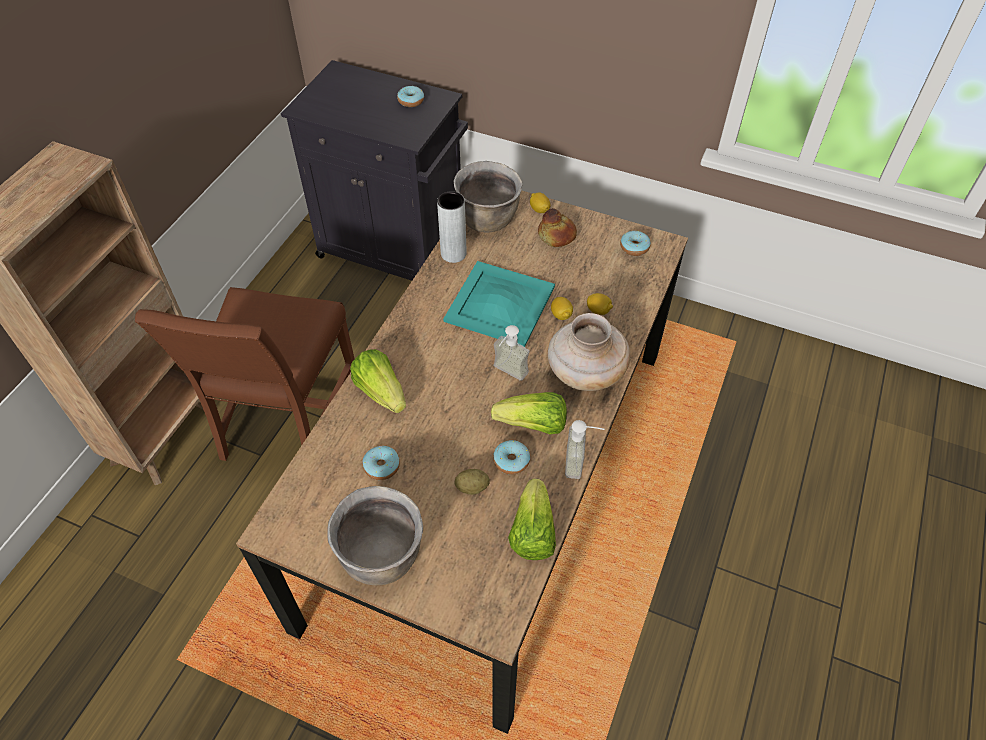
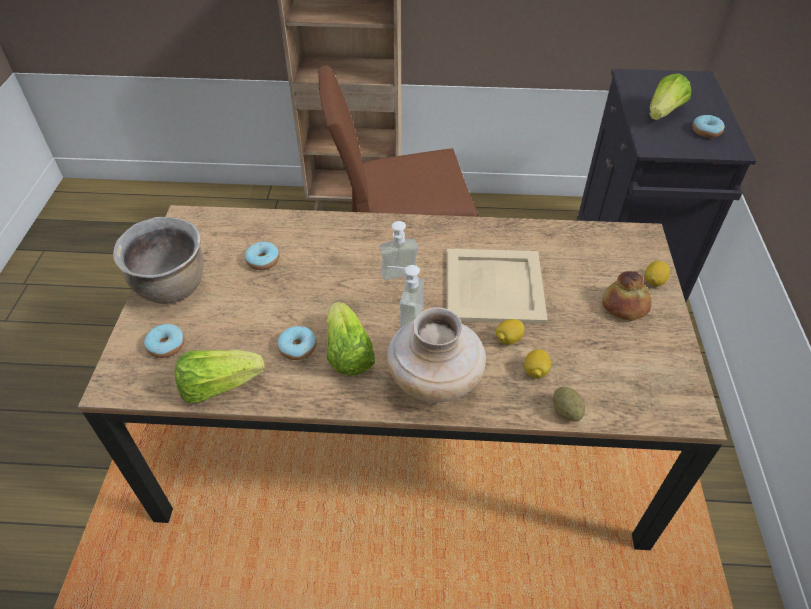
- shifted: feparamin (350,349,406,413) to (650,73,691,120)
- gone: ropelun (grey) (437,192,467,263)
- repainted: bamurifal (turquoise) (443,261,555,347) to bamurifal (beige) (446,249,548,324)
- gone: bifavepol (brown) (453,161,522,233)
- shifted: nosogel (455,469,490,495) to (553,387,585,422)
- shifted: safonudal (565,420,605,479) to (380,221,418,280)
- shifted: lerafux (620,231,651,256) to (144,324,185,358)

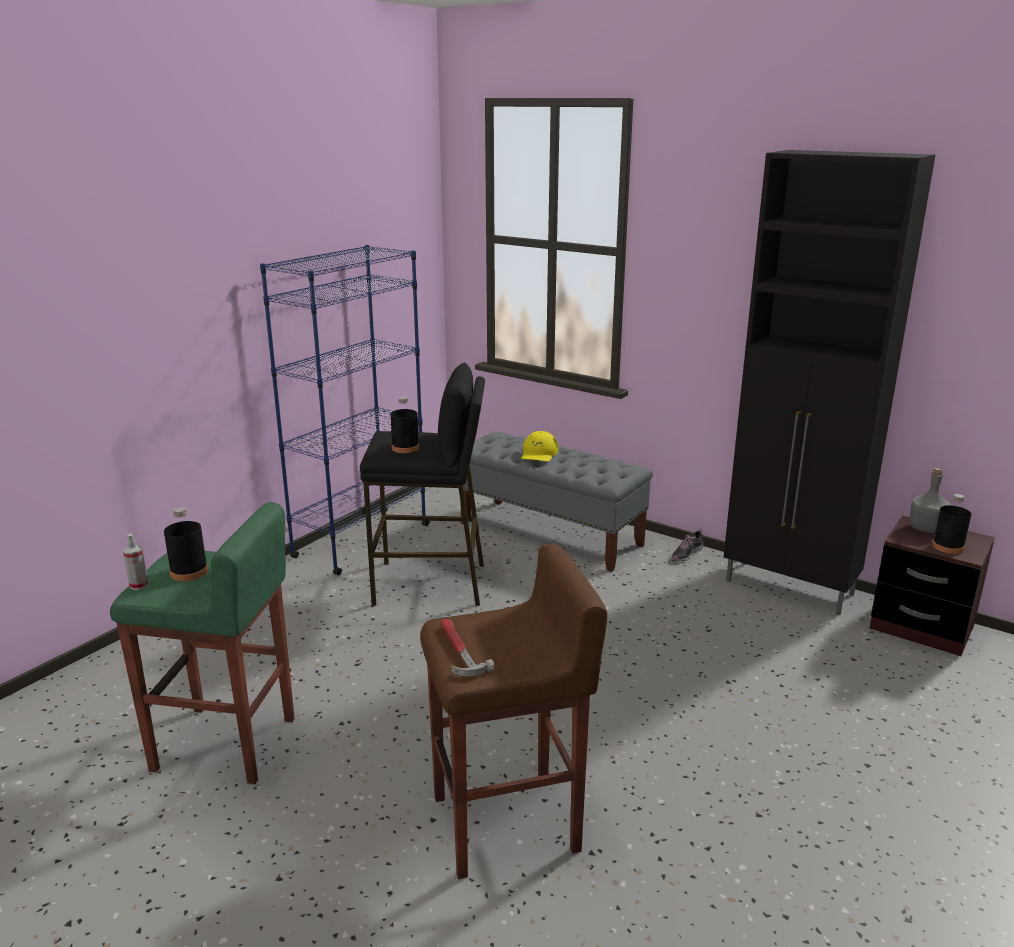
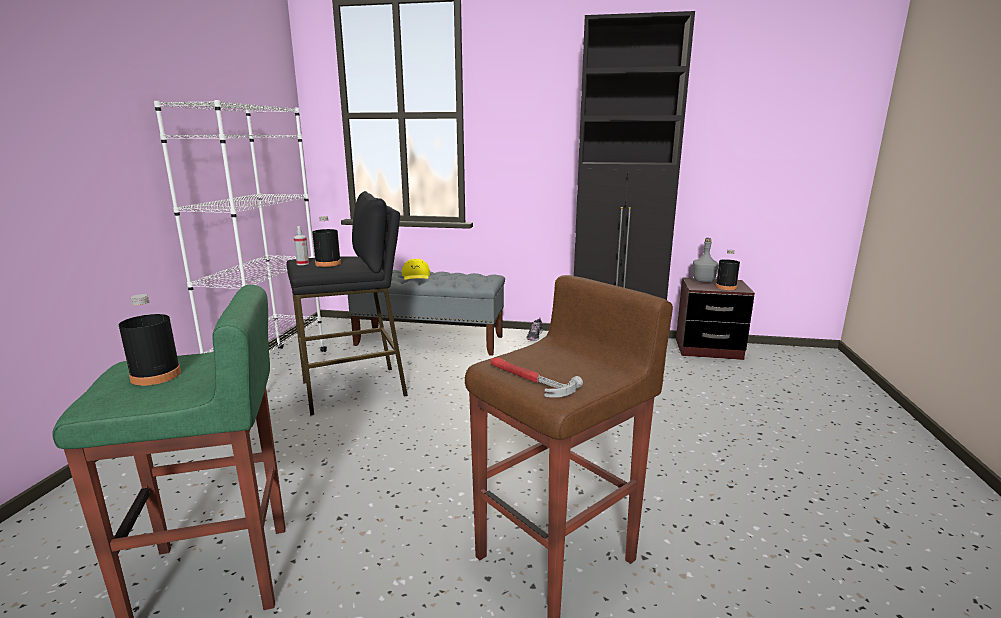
- shifted: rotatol (123,533,148,590) to (294,226,309,265)
- repainted: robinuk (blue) (260,245,430,575) to robinuk (white) (154,100,327,354)

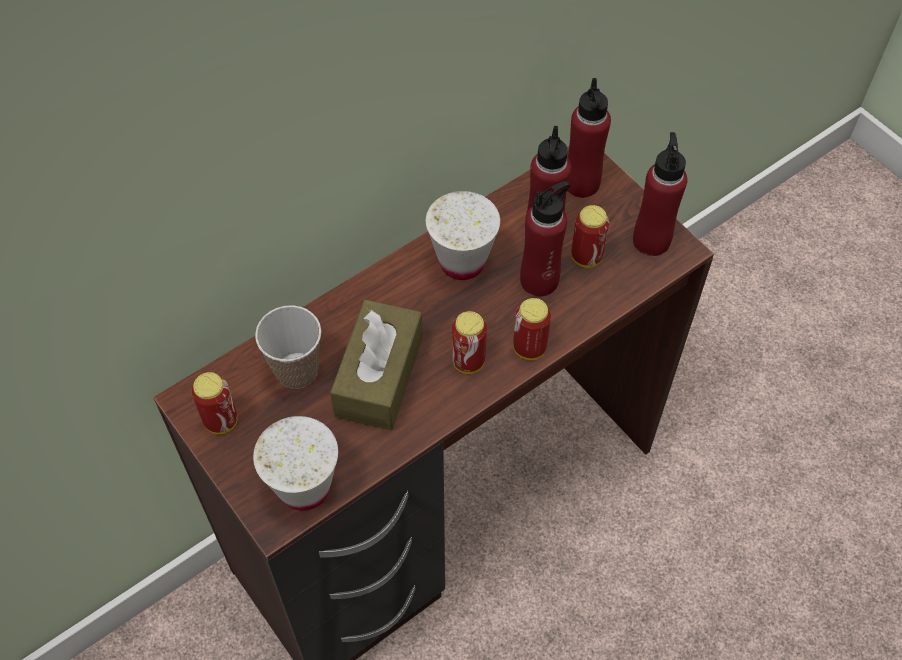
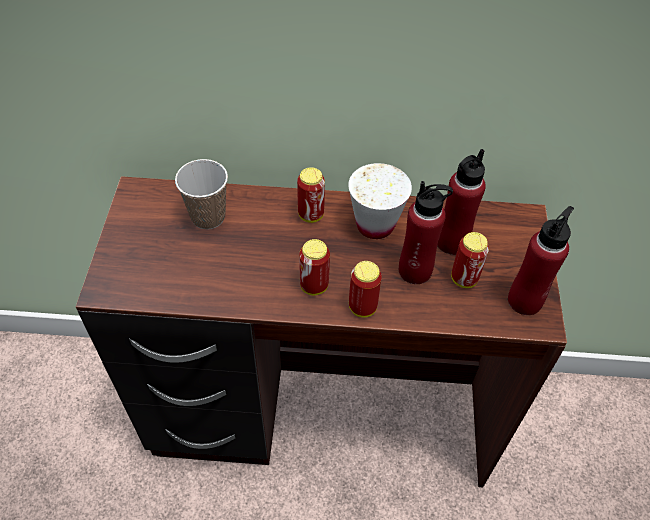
- shifted: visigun (191,372,237,434) to (297,167,325,223)
- gone: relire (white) (253,416,338,511)
- gone: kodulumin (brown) (330,299,423,431)
- gone: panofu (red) (567,78,611,198)

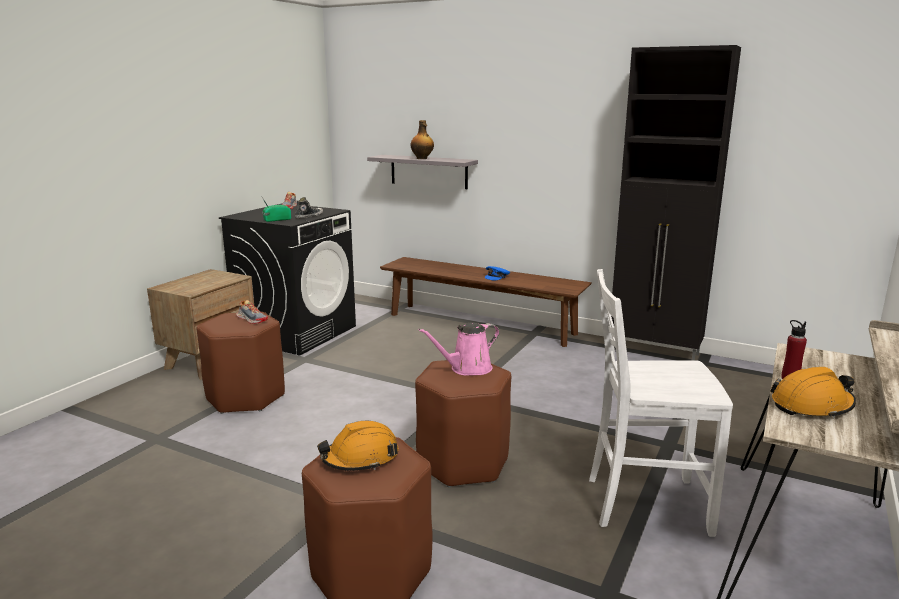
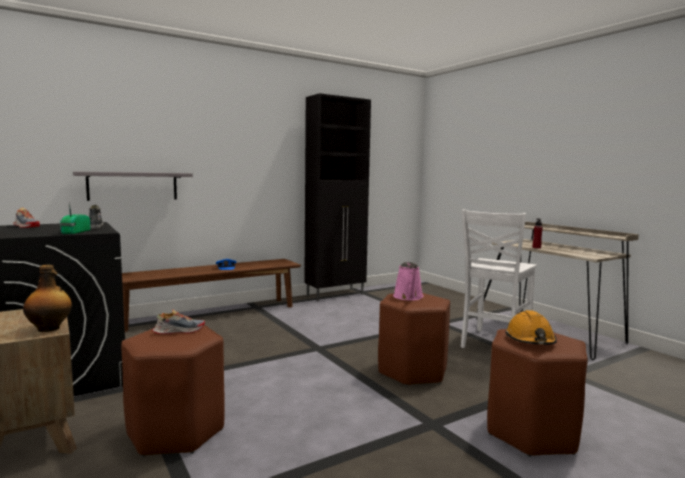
- shifted: panofu (410,120,434,159) to (23,265,72,332)
- gone: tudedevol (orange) (770,367,856,419)

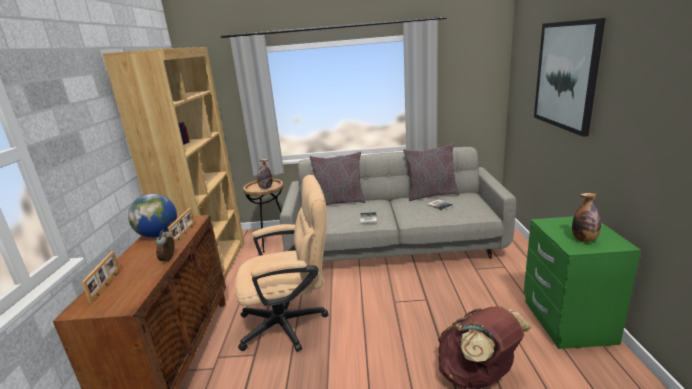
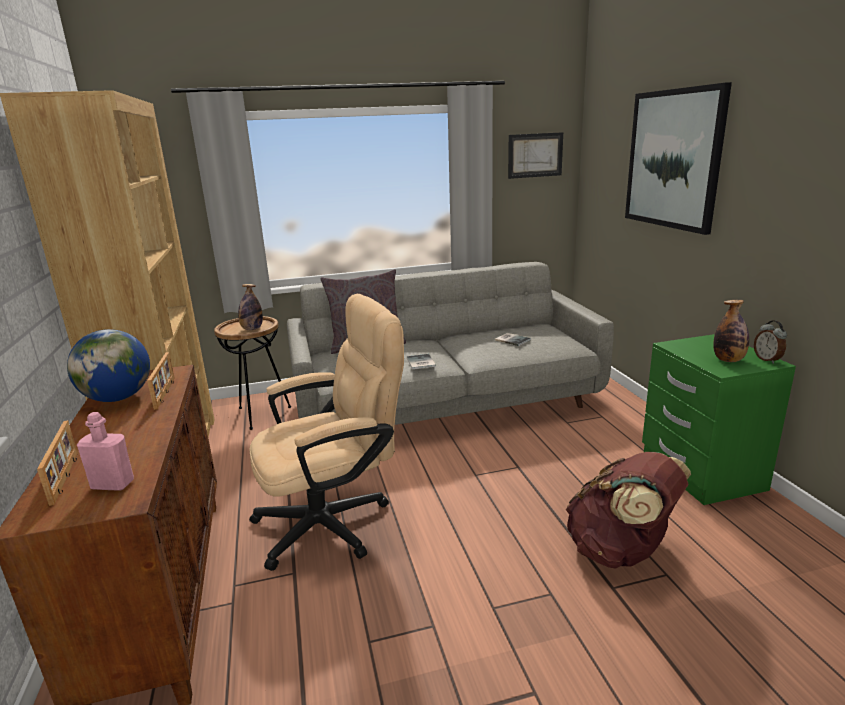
- shifted: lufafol (155,229,175,264) to (754,320,787,364)
- gone: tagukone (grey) (403,143,460,201)
- new: panofu (pink) (77,412,134,491)
- new: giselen (508,132,563,179)

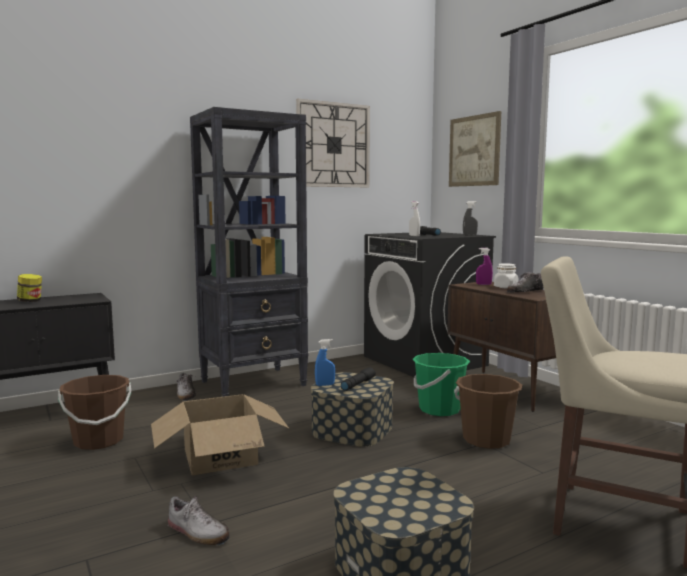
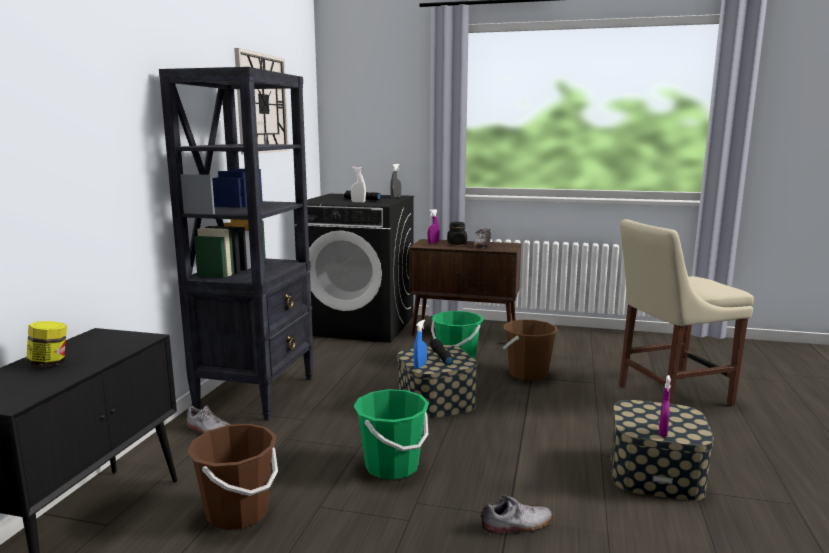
- swapped: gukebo (151,394,289,475) to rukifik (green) (353,389,429,480)
- gone: giselen (449,111,501,187)
- repainted: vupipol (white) (494,263,518,288) to vupipol (black) (447,222,467,245)
- new: rotatol (purple) (659,375,671,437)

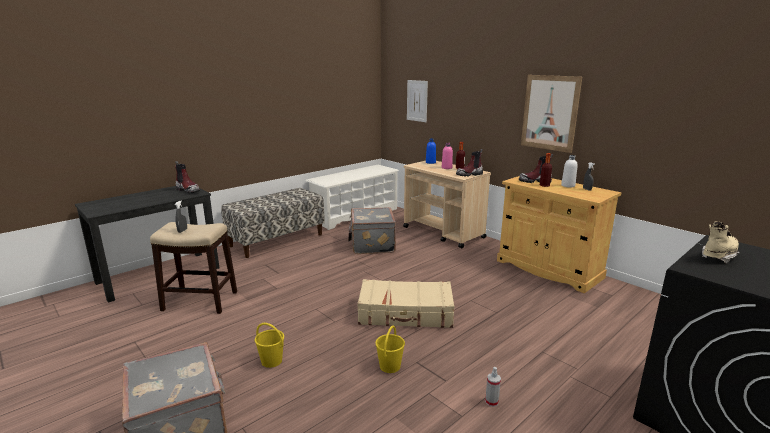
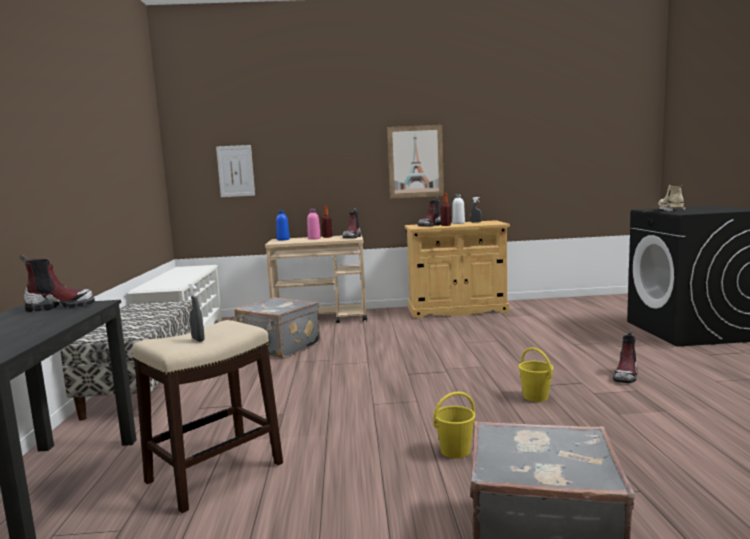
- gone: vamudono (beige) (357,279,454,328)
- swapped: rotatol (485,367,501,407) to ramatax (613,330,638,383)

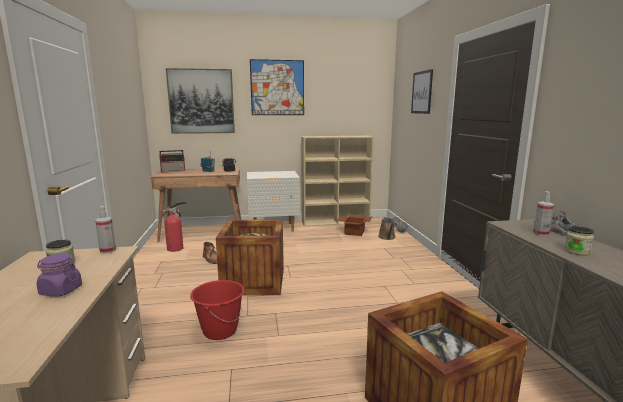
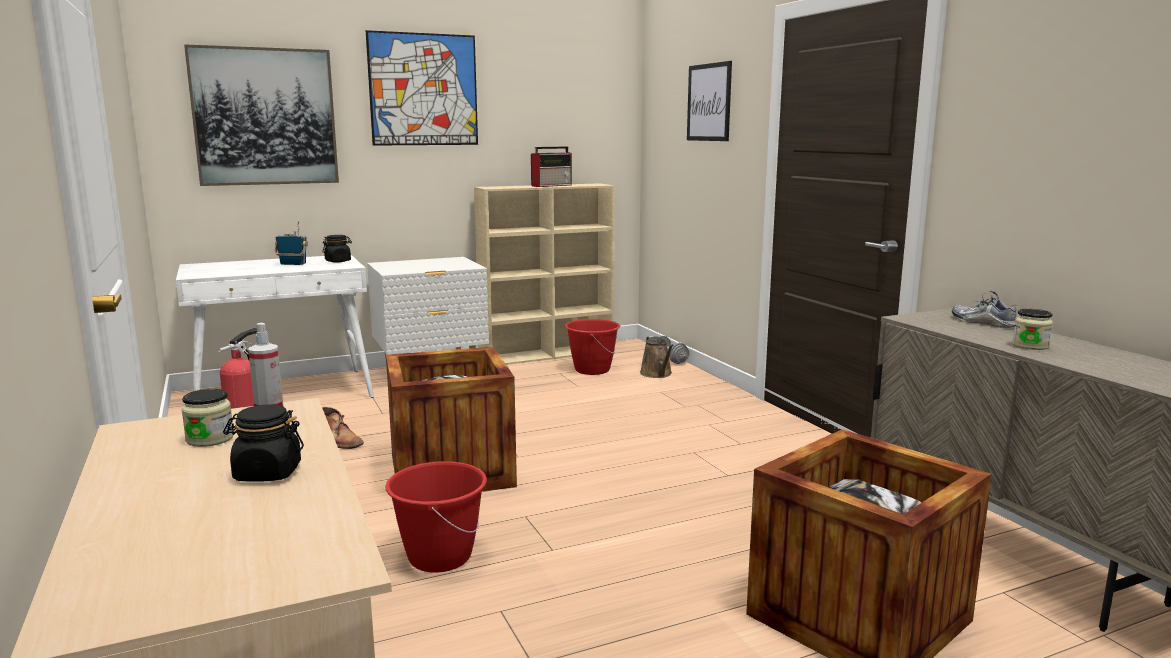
- repainted: vupipol (purple) (36,254,82,297) to vupipol (black) (223,404,304,482)
- repainted: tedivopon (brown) (151,168,241,242) to tedivopon (white) (176,255,374,398)
- shifted: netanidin (159,150,185,173) to (531,146,572,187)
- swapped: gukebo (337,214,373,236) to rukifik (red) (565,319,620,375)
- gone: rotatol (533,191,554,236)

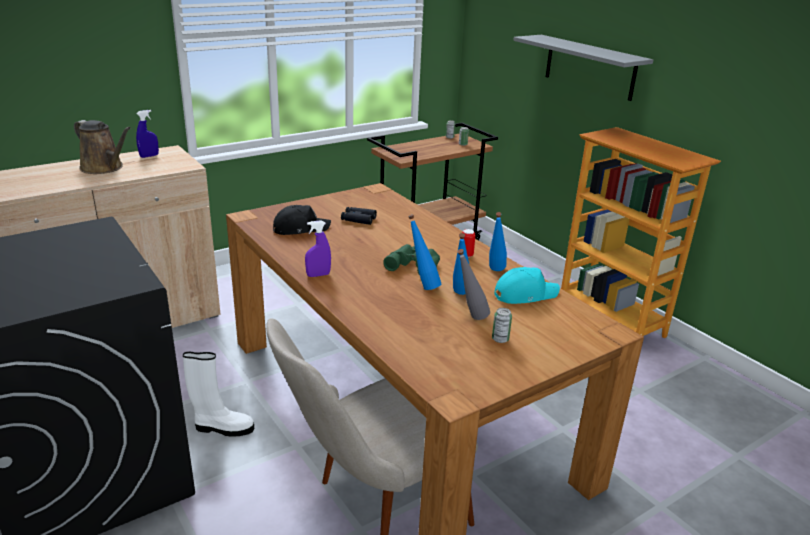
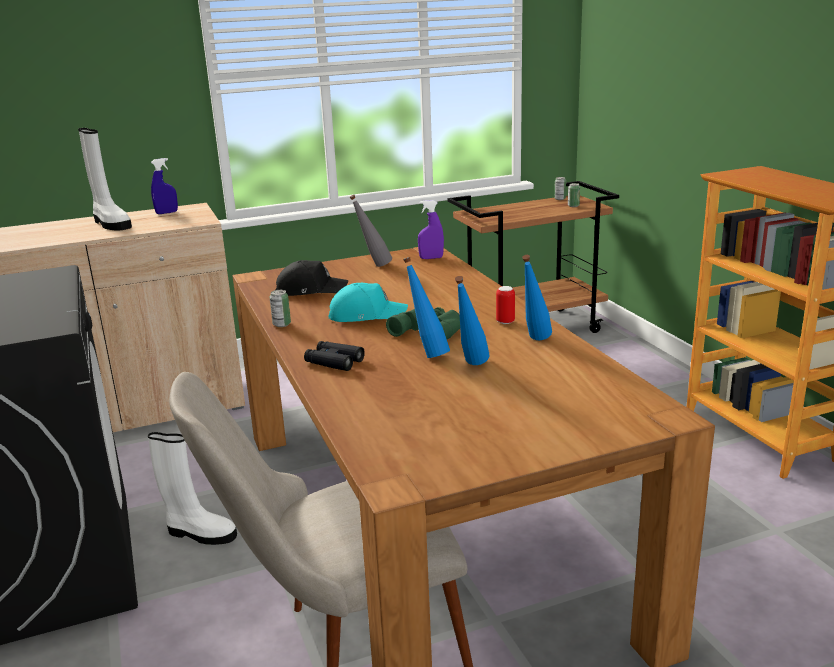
- swapped: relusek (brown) (74,120,131,174) to ramatax (white) (78,128,132,231)
- shifted: rotatol (purple) (305,220,331,277) to (418,200,444,259)
- shifted: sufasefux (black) (341,207,377,225) to (304,341,365,371)
- shifted: panofu (grey) (457,249,490,320) to (350,195,392,267)
- shifted: visigun (492,308,512,343) to (270,290,291,327)
- shifted: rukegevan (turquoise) (494,267,560,304) to (329,283,408,322)
- gone: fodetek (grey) (513,35,653,101)

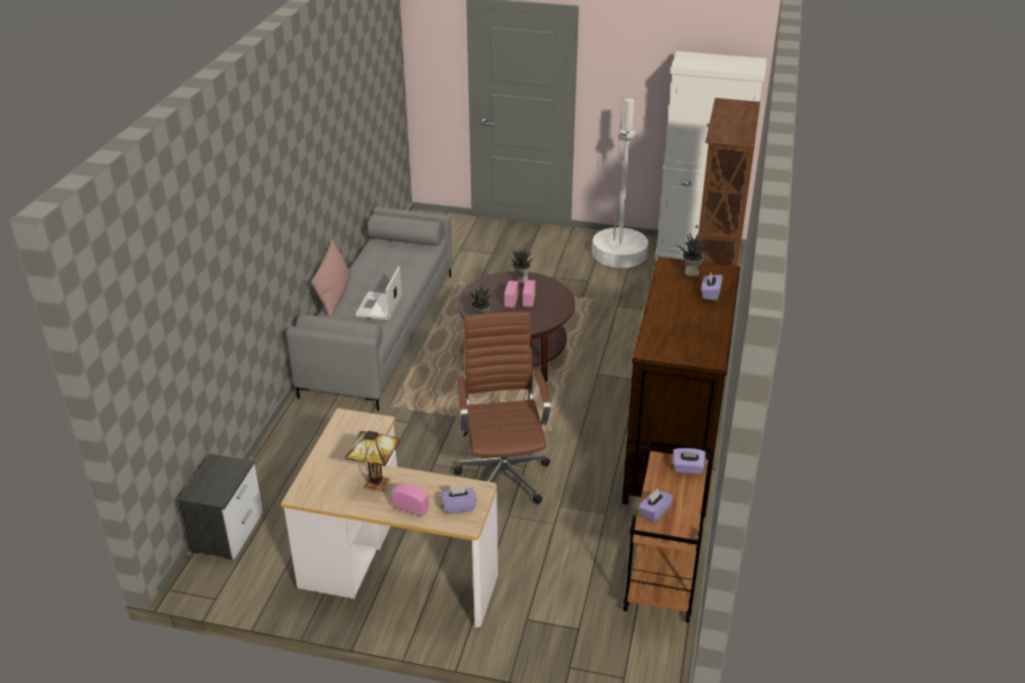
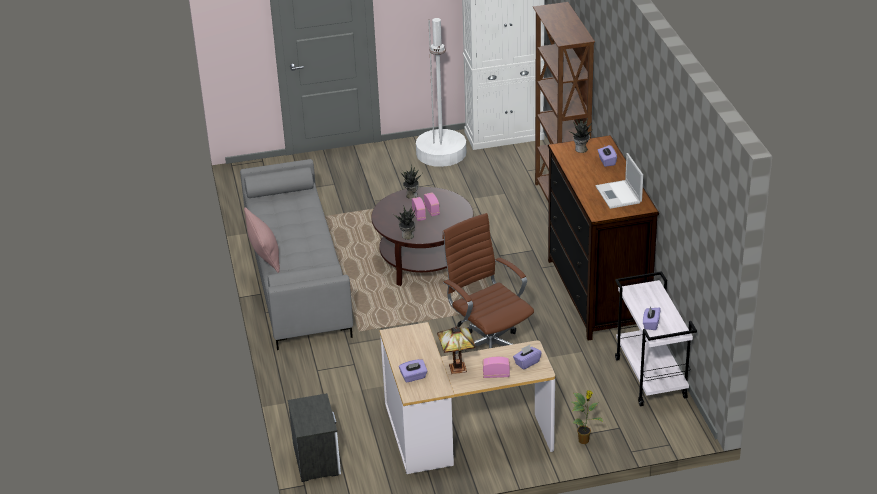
- shifted: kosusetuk (355,267,402,320) to (595,153,643,209)
- repainted: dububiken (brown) (623,440,713,623) to dububiken (white) (615,271,697,406)
- shifted: kodulumin (purple) (673,448,706,474) to (399,359,427,383)
- new: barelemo (570,391,603,444)

